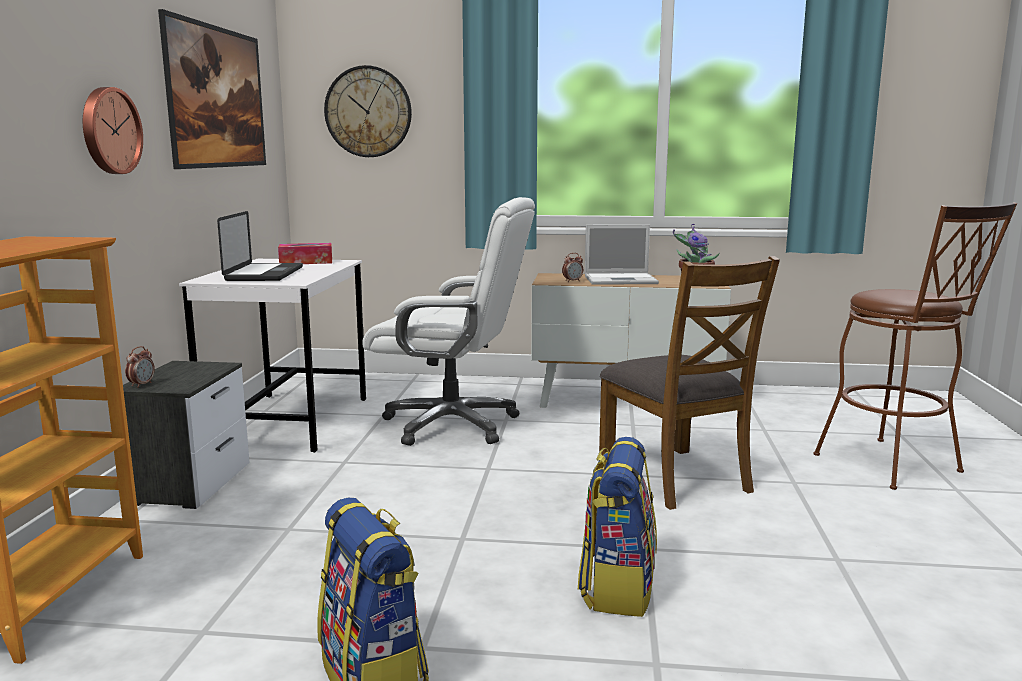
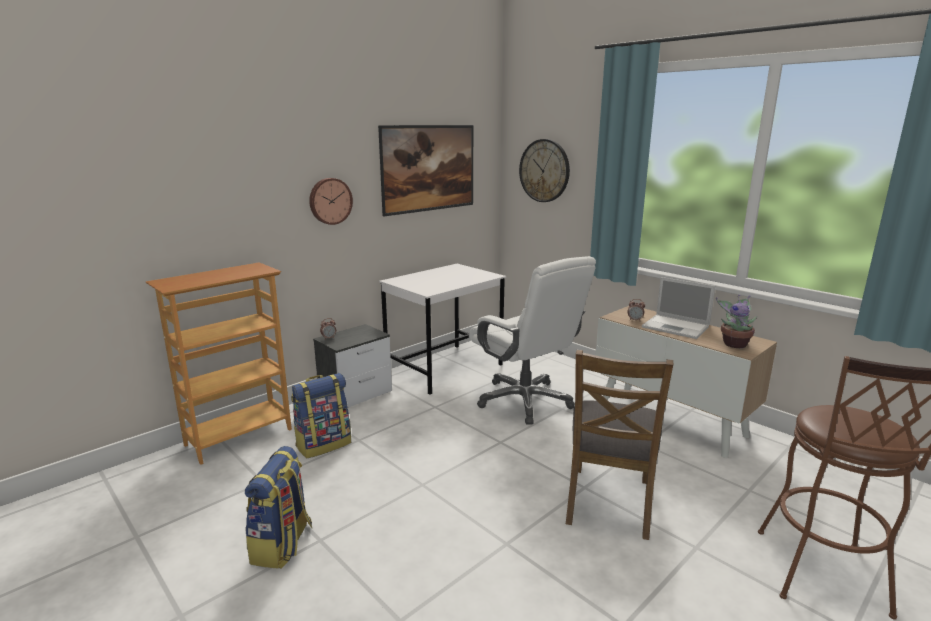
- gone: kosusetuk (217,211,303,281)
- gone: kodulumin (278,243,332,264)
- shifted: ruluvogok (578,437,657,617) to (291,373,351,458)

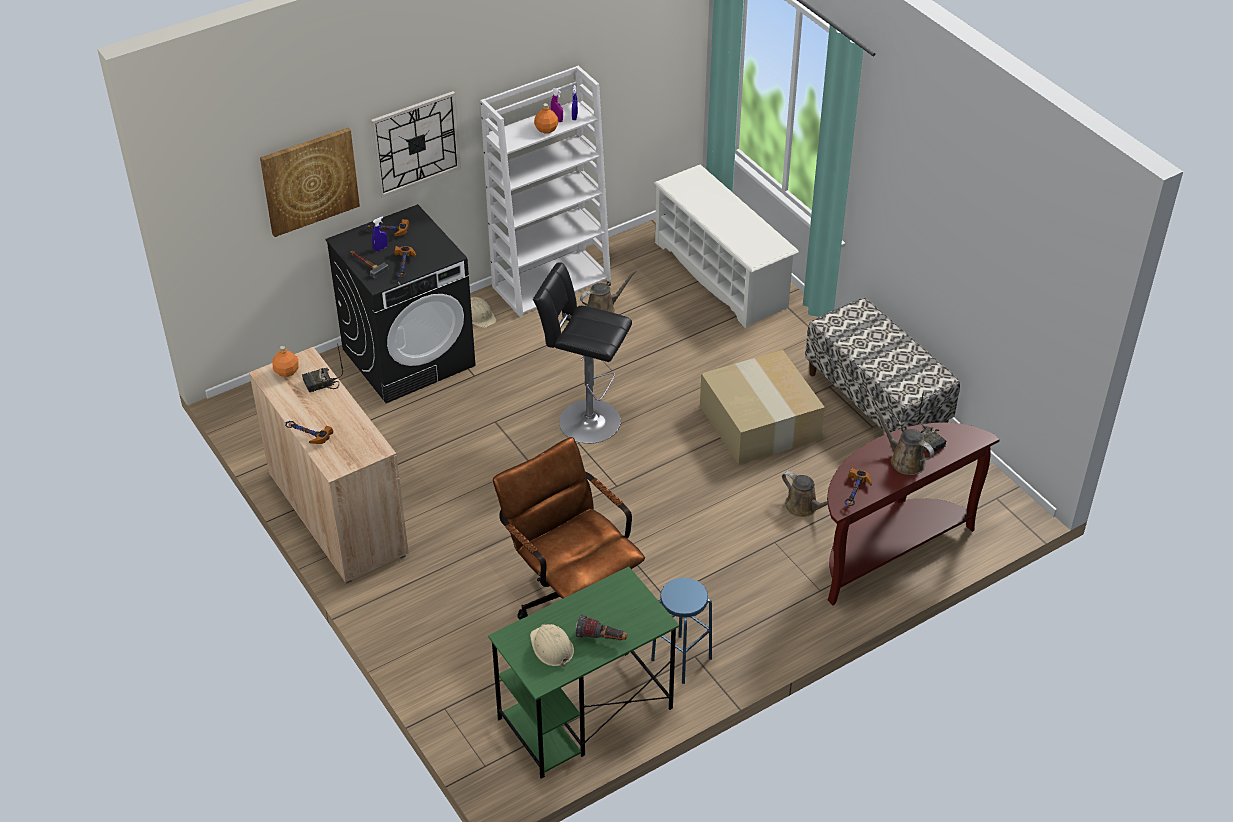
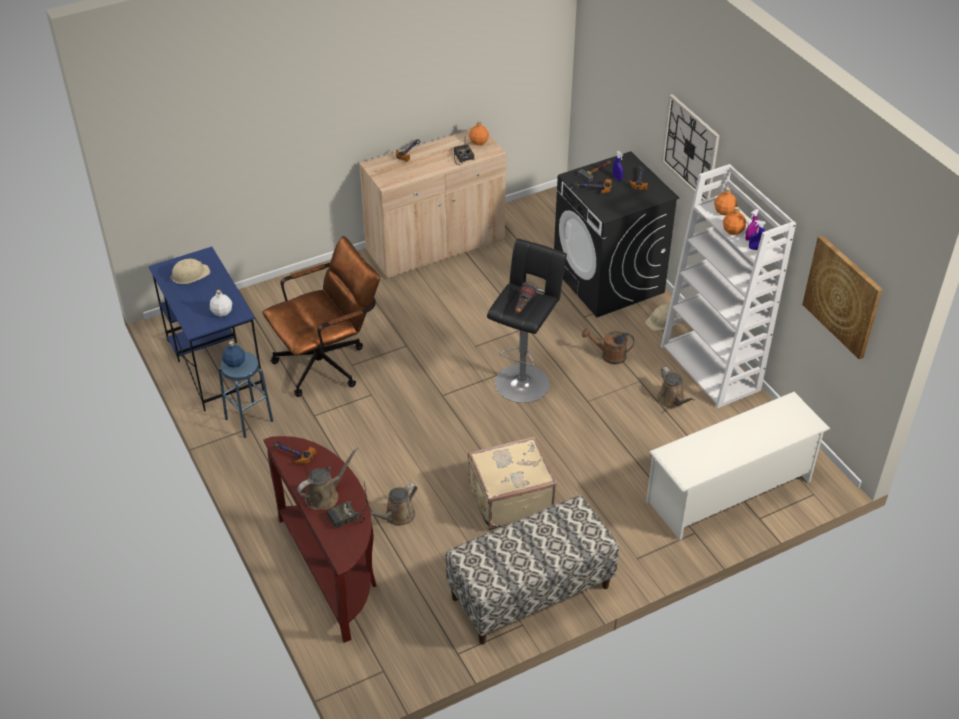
- shifted: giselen (260,127,360,237) to (802,235,883,359)
- repainted: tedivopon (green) (488,567,679,779) to tedivopon (blue) (149,247,264,412)
- shifted: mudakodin (576,615,627,640) to (515,282,538,313)
- swapped: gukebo (700,350,825,465) to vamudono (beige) (468,436,557,530)
- new: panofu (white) (210,290,232,317)
- new: panofu (blue) (223,341,245,368)
- new: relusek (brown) (582,328,634,365)
- new: panofu (orange) (714,187,737,216)

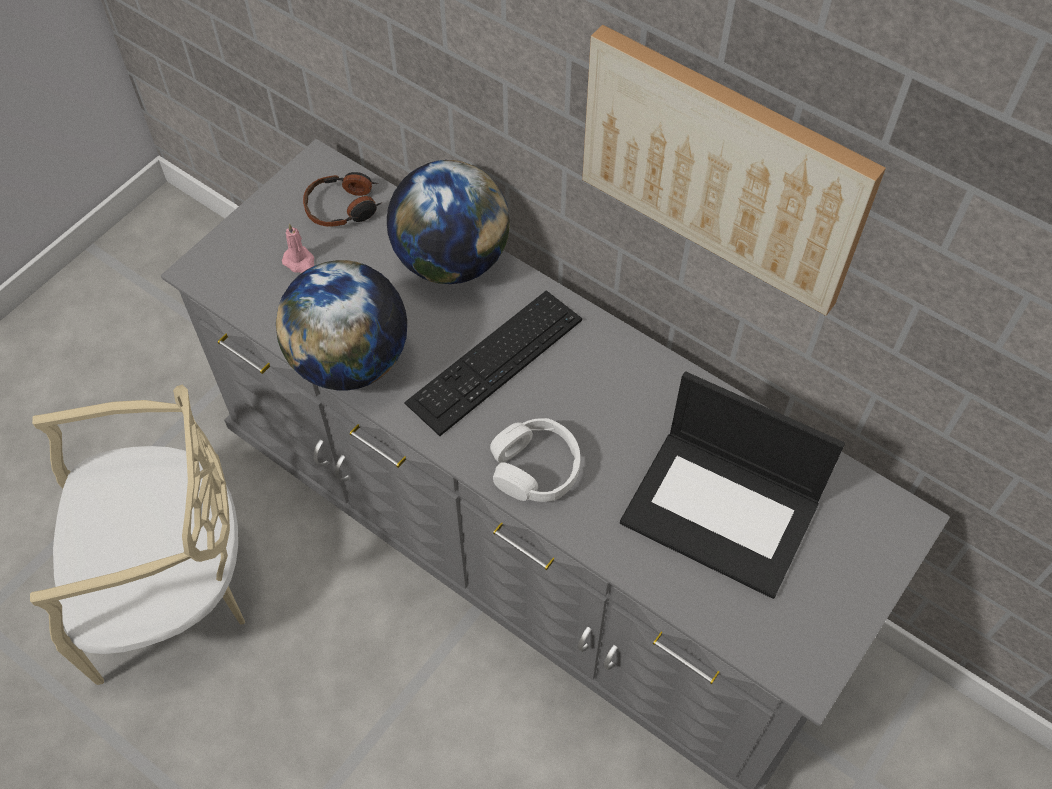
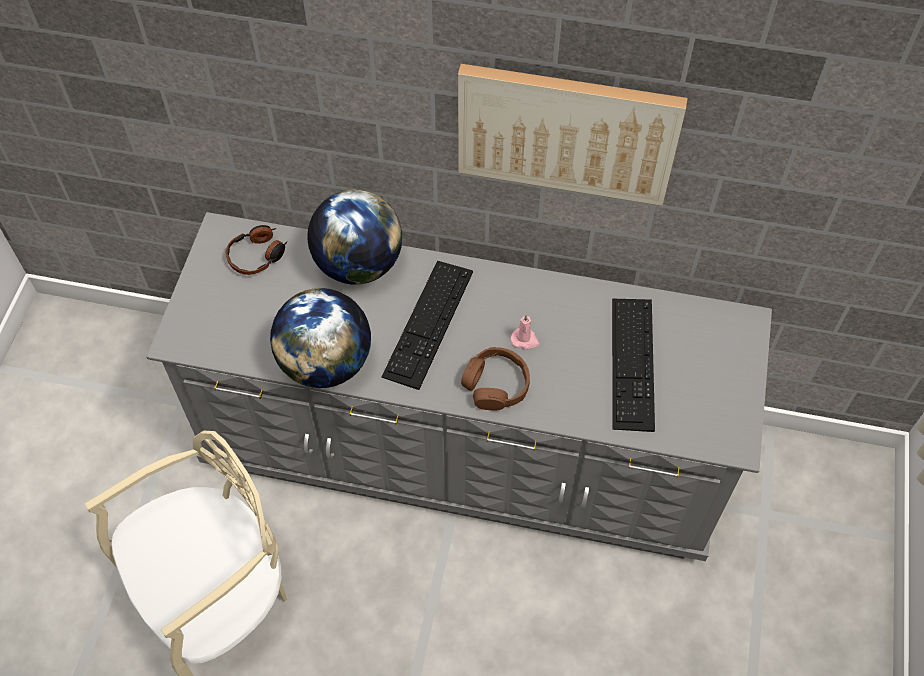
- shifted: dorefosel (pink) (282,223,314,273) to (511,314,539,350)
- repainted: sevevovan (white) (490,418,580,502) to sevevovan (brown) (461,347,530,411)
- swapped: kosusetuk (620,371,845,599) to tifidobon (612,299,655,432)

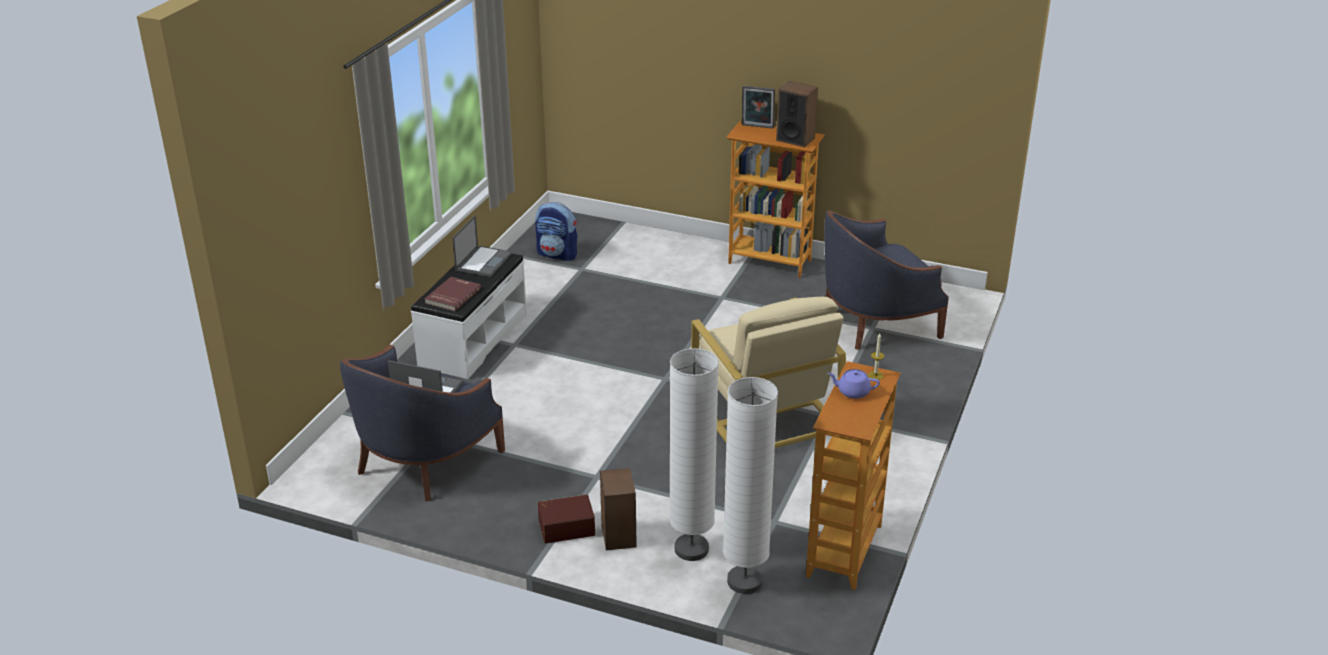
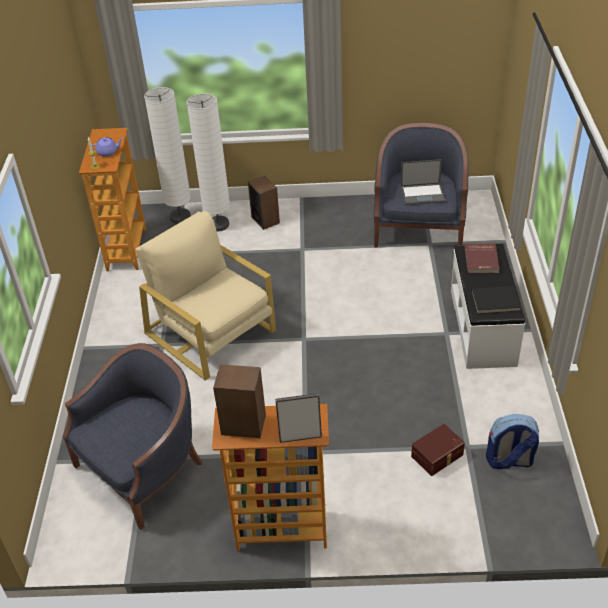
- swapped: kosusetuk (452,215,512,277) to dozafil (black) (471,286,521,314)
- shifted: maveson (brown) (538,494,595,543) to (411,424,465,476)

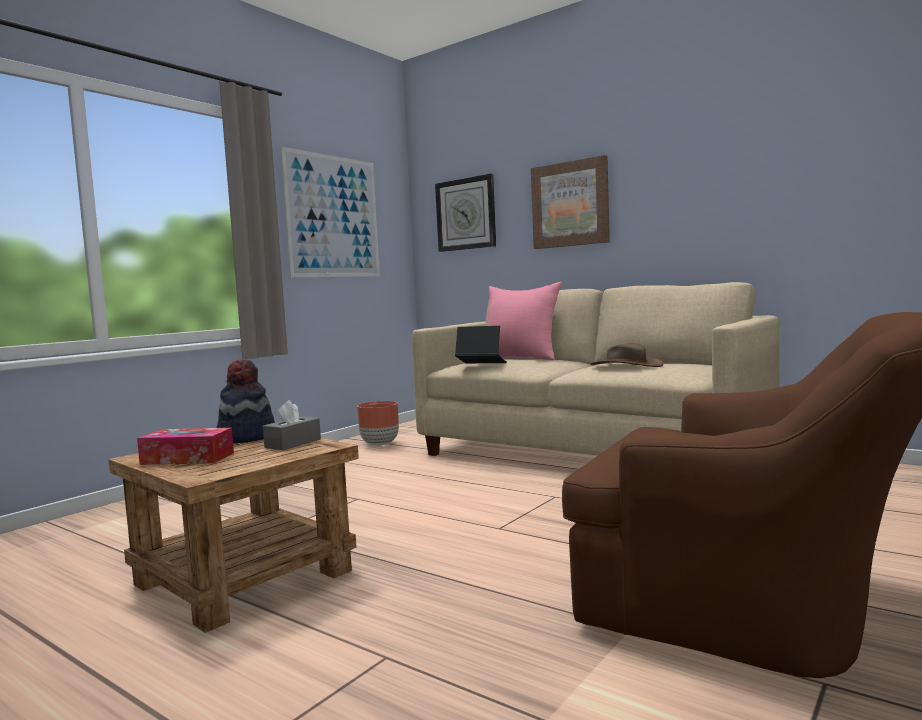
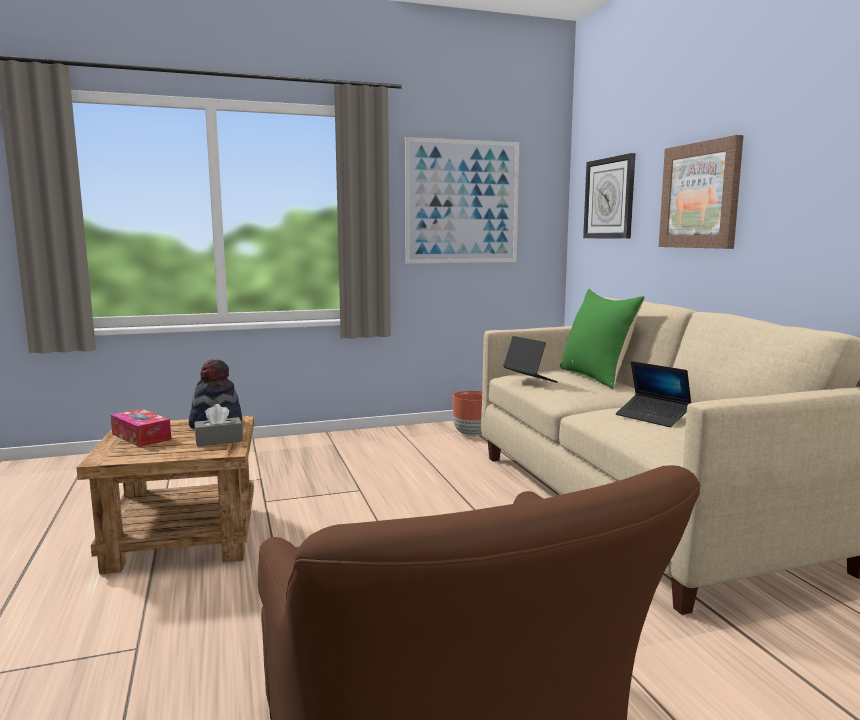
- repainted: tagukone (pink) (487,282,562,360) to tagukone (green) (560,289,645,389)
- swapped: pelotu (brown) (591,343,664,367) to kosusetuk (616,361,691,427)

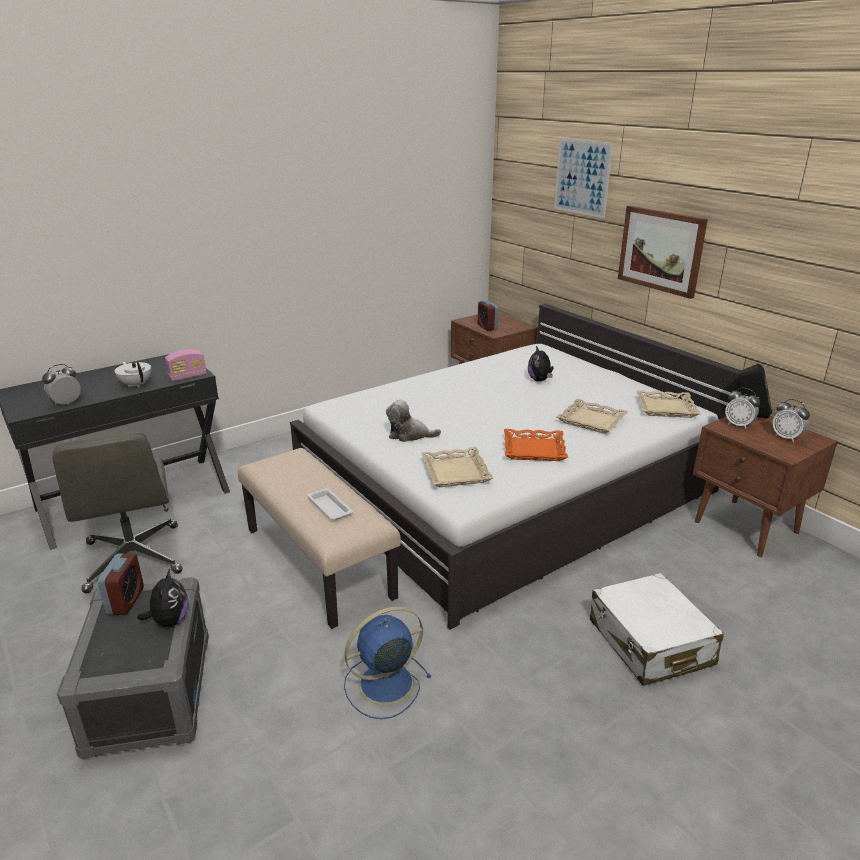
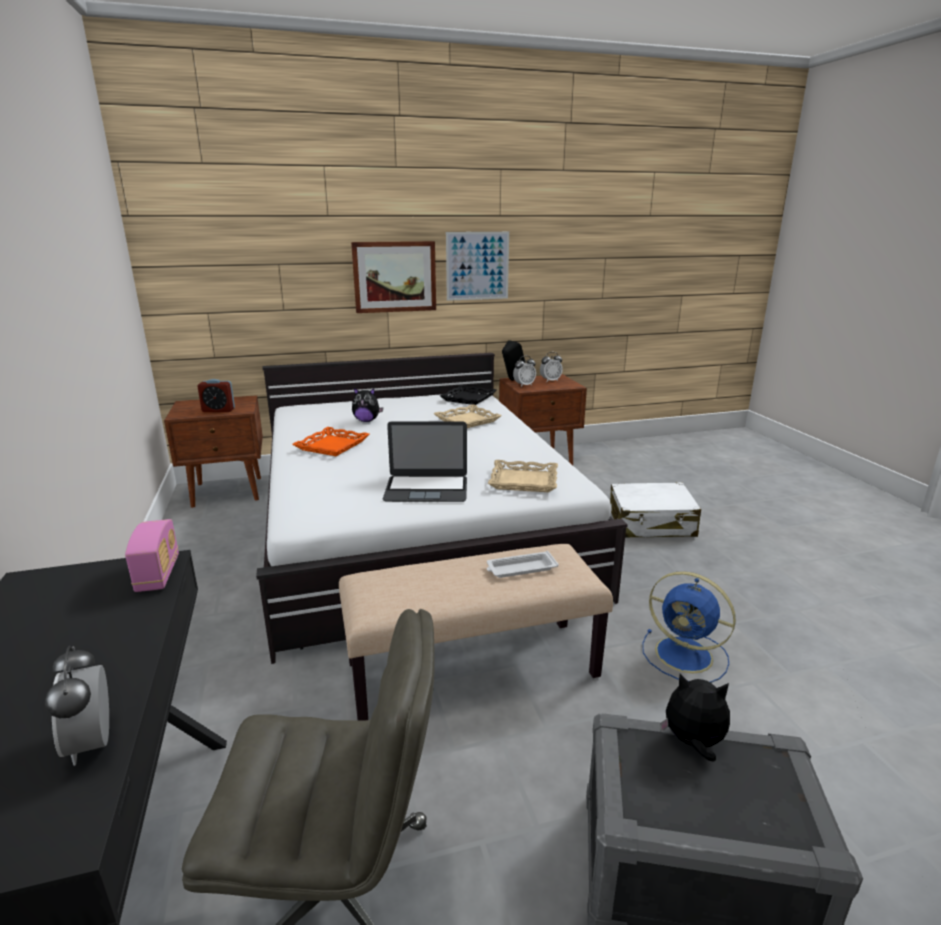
- gone: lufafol (97,553,144,615)
- gone: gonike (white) (115,361,151,388)
- rotated: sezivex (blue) (344,606,432,719) = (642,571,736,683) 45 degrees counterclockwise
- swapped: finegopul (386,400,441,442) to kosusetuk (383,421,467,502)
- shifted: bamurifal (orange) (504,429,568,461) to (292,427,369,456)
- shifted: giselen (554,138,613,218) to (446,232,509,301)
- repainted: bamurifal (beige) (636,390,701,418) to bamurifal (black) (440,385,496,405)

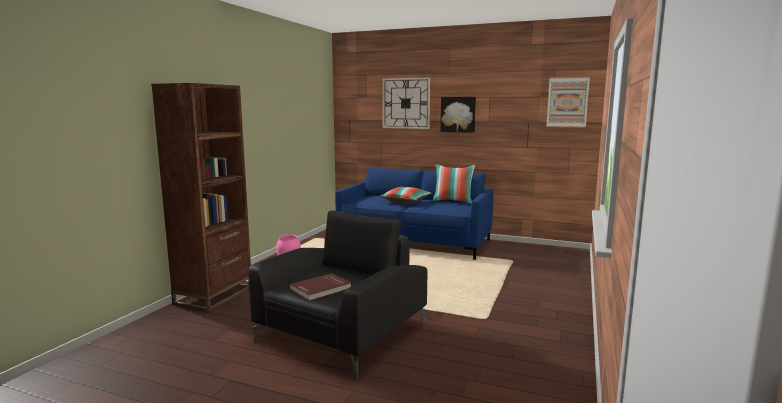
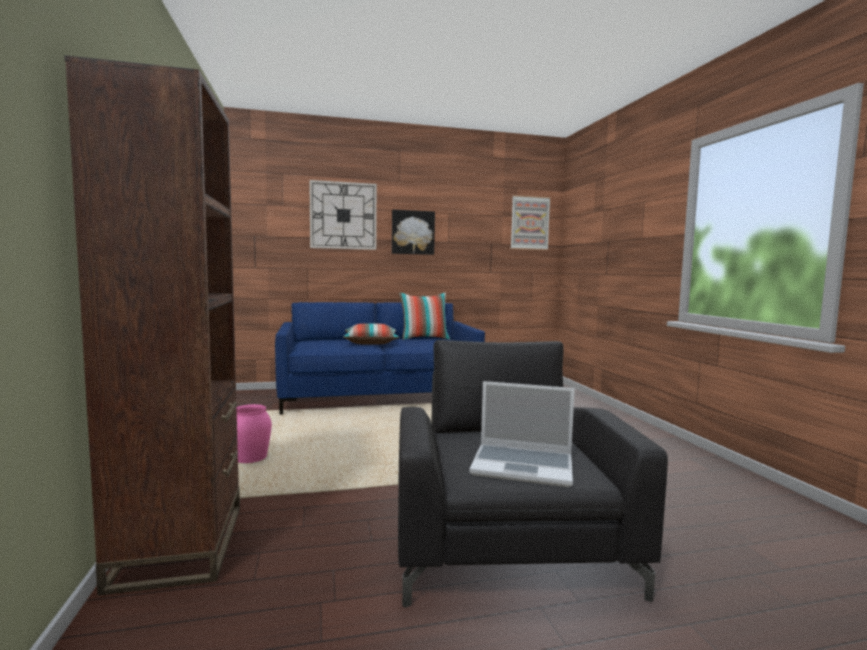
- swapped: dozafil (red) (290,273,351,301) to kosusetuk (469,381,575,487)

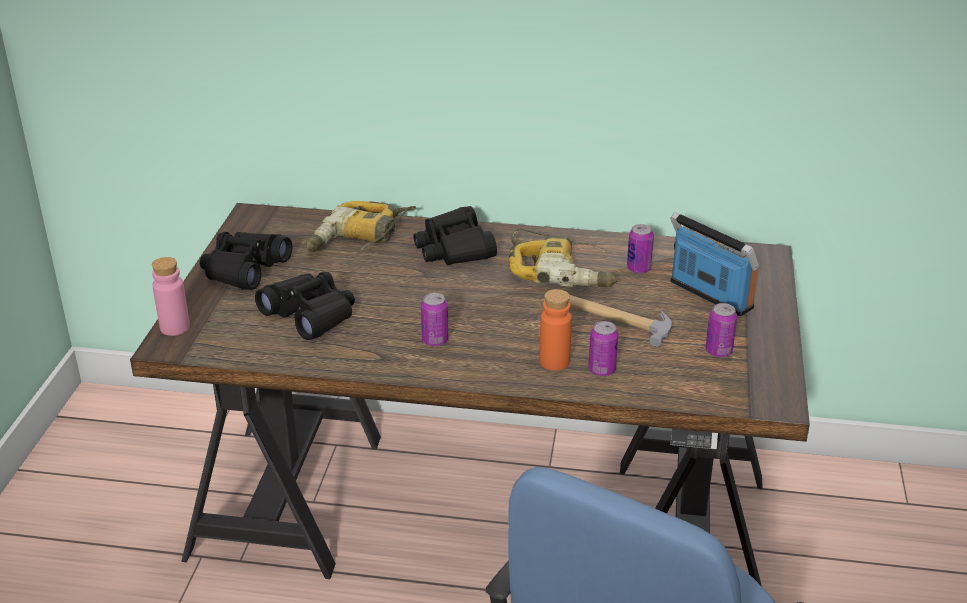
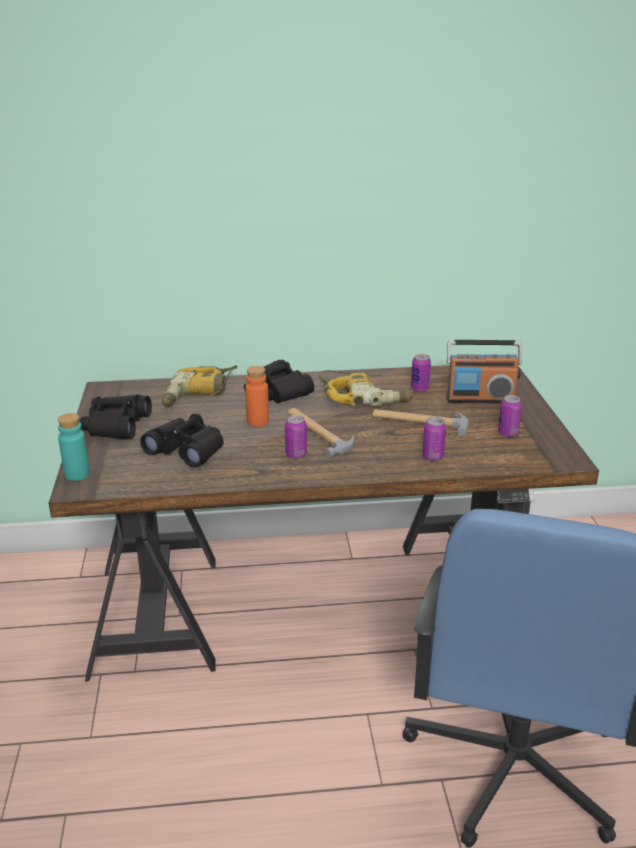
- repainted: panofu (pink) (152,257,190,336) to panofu (turquoise) (58,413,90,481)
- shifted: panofu (orange) (539,289,572,371) to (245,366,269,427)
- rotated: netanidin (670,212,759,316) = (447,340,522,403) 150 degrees clockwise
- new: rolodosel (288,408,354,458)

